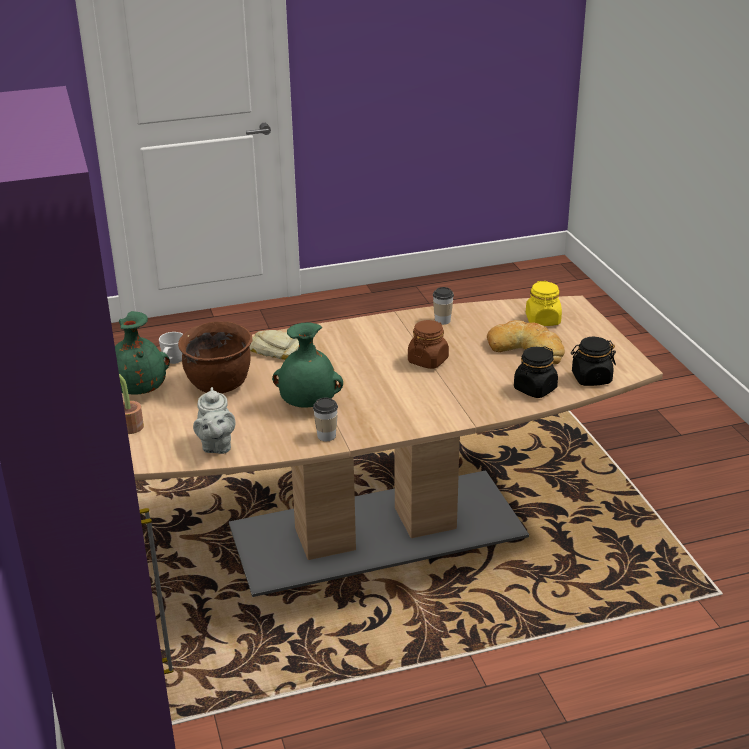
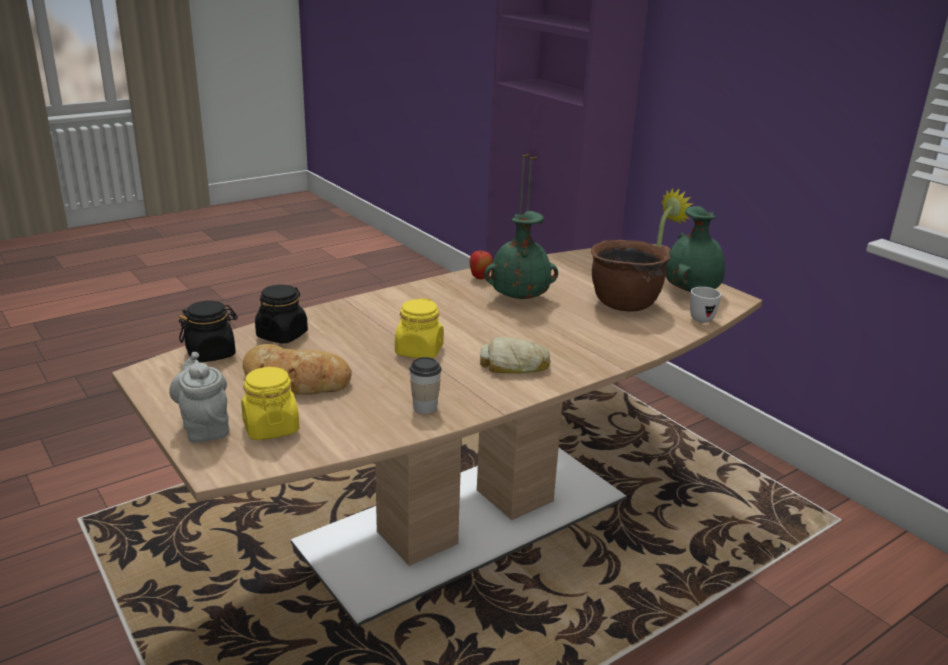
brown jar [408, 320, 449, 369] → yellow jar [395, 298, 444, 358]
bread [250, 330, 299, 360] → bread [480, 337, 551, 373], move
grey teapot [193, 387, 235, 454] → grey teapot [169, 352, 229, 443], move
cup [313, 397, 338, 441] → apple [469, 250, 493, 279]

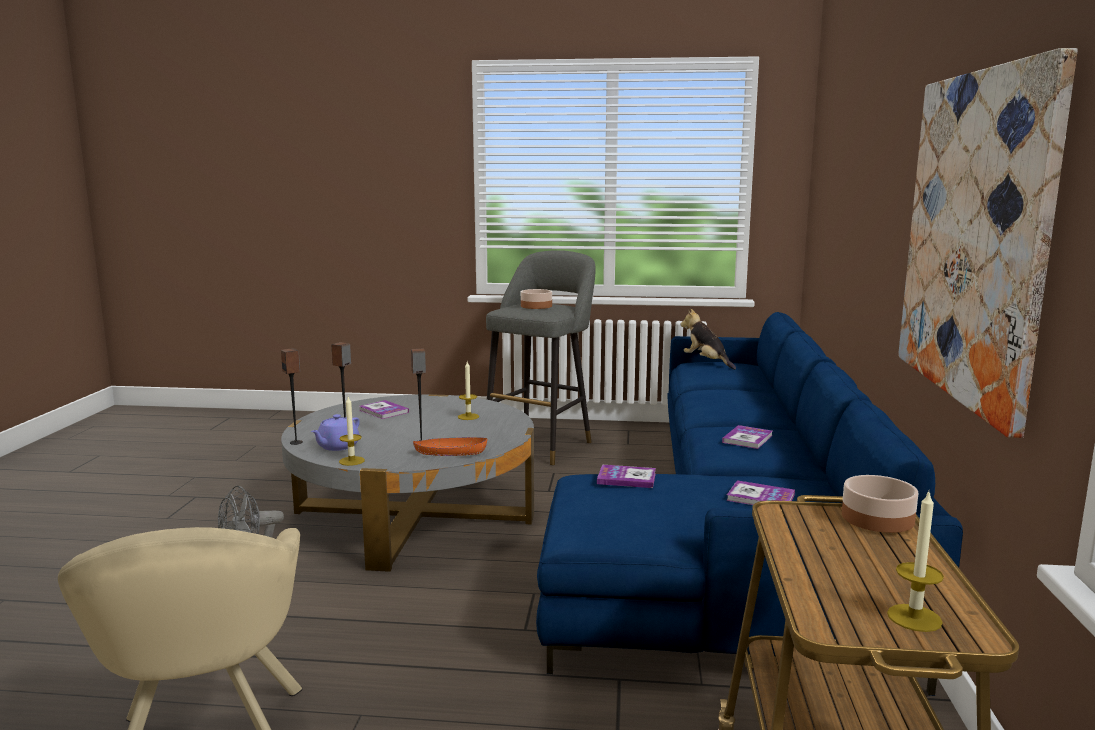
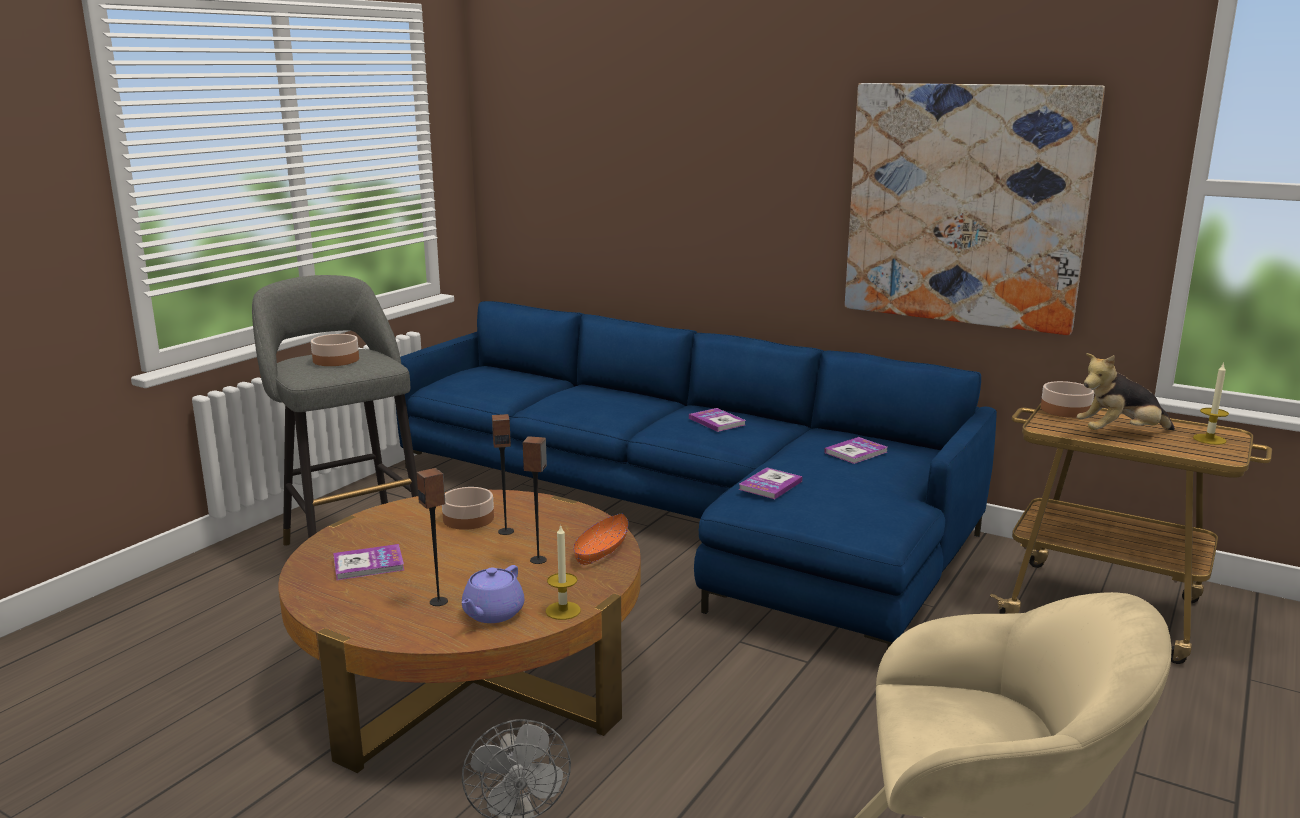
plush toy [681, 309, 736, 369] → plush toy [1077, 353, 1175, 431], move
speaker [281, 348, 303, 445] → speaker [492, 414, 514, 535], move
candle [458, 362, 479, 420] → bowl [442, 487, 494, 530]
grey coffee table [281, 394, 534, 572] → brown coffee table [278, 490, 641, 773]
purple teapot [311, 414, 360, 451] → purple teapot [462, 565, 524, 623], 60 degrees clockwise

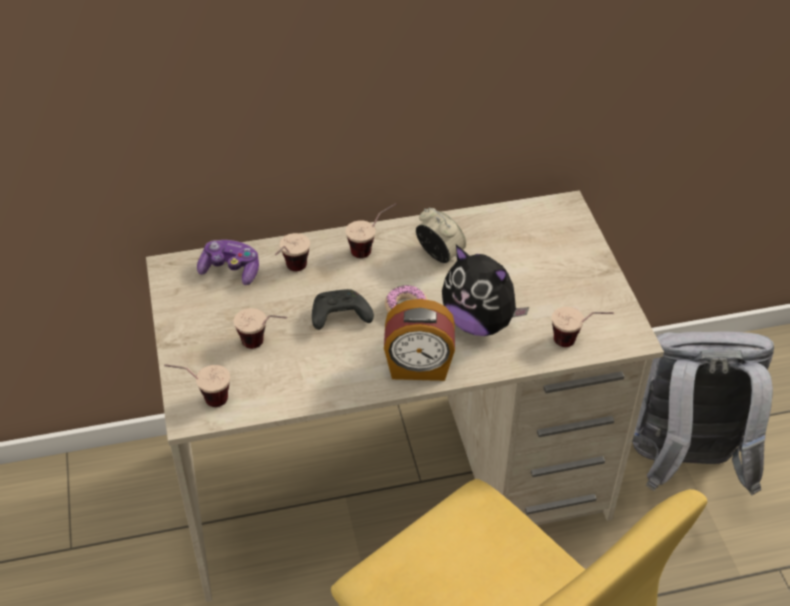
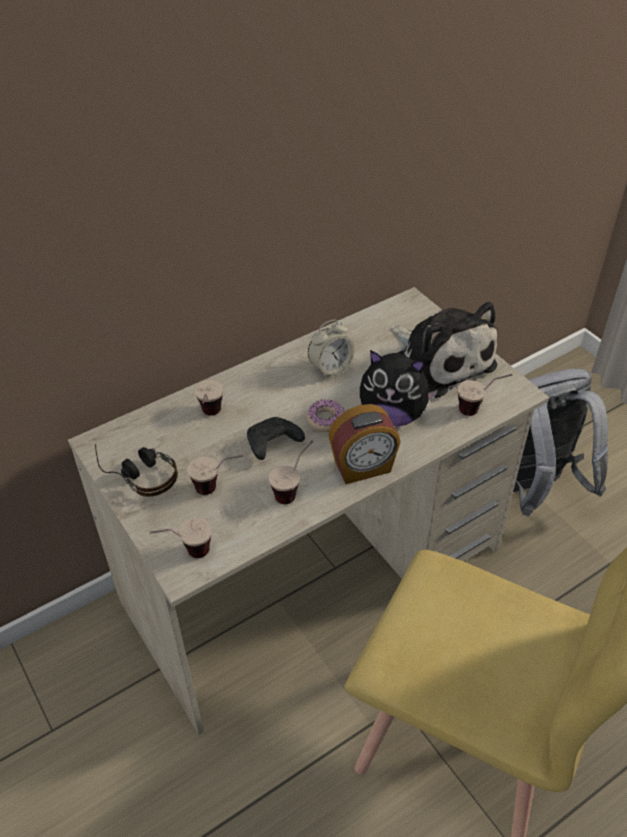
cup [345, 203, 397, 258] → cup [269, 440, 313, 504], move
alarm clock [416, 208, 466, 263] → alarm clock [308, 319, 355, 378], 120 degrees clockwise
game controller [197, 240, 259, 285] → -
- → plush toy [391, 302, 497, 398]
- → headphones [95, 444, 178, 497]

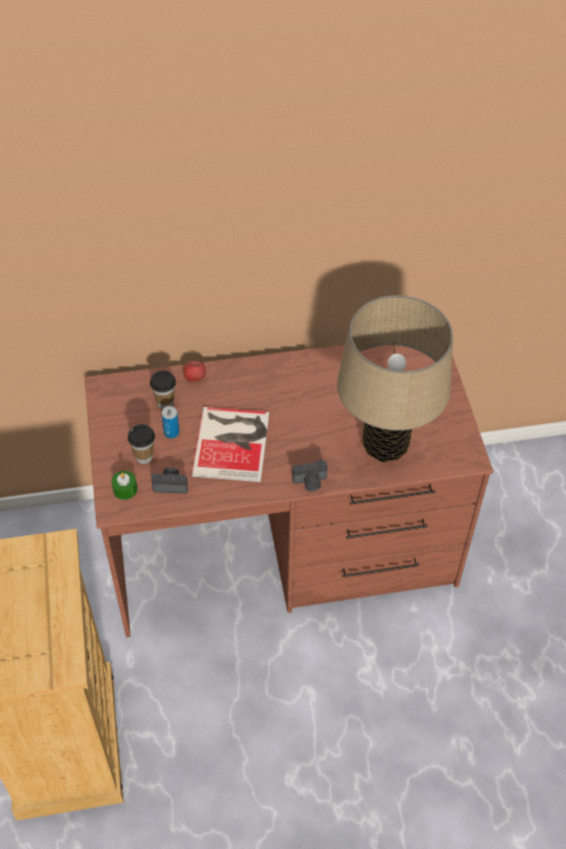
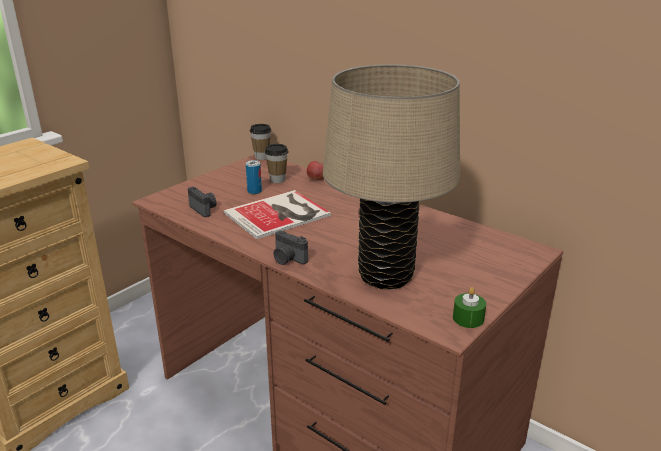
cup [128, 424, 155, 464] → cup [250, 124, 272, 160], move
green candle [111, 471, 137, 500] → green candle [453, 287, 486, 328], move

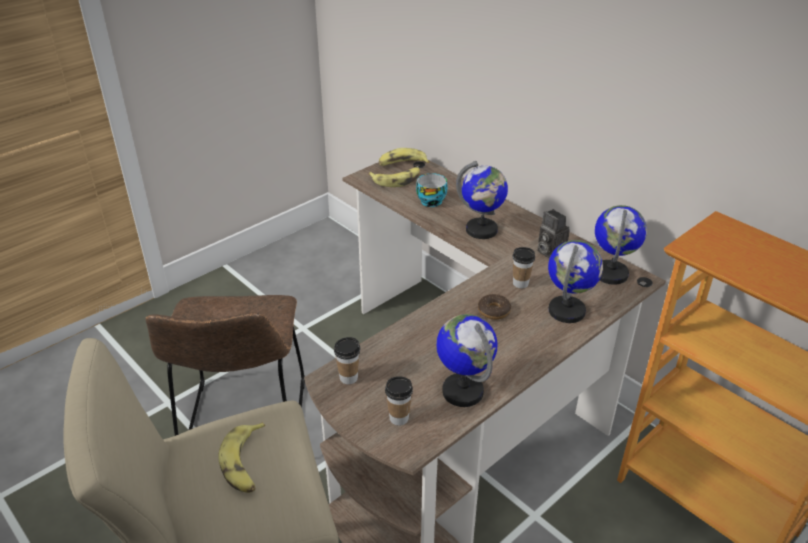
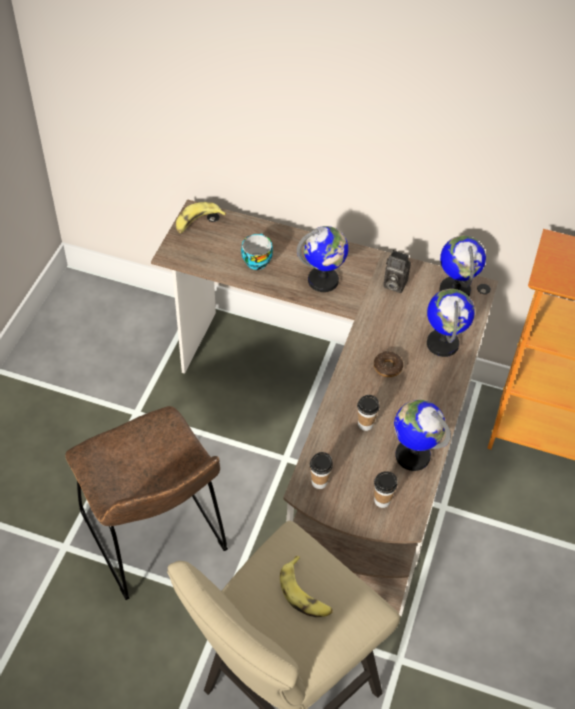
banana [368, 167, 420, 187] → -
cup [512, 247, 535, 288] → cup [357, 395, 379, 431], move

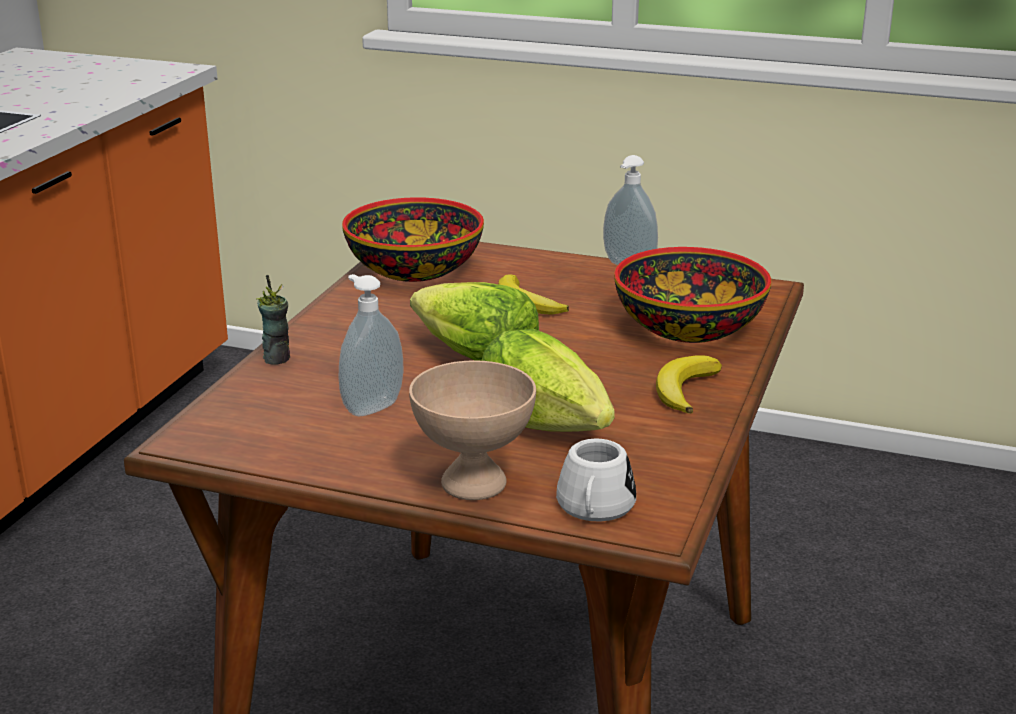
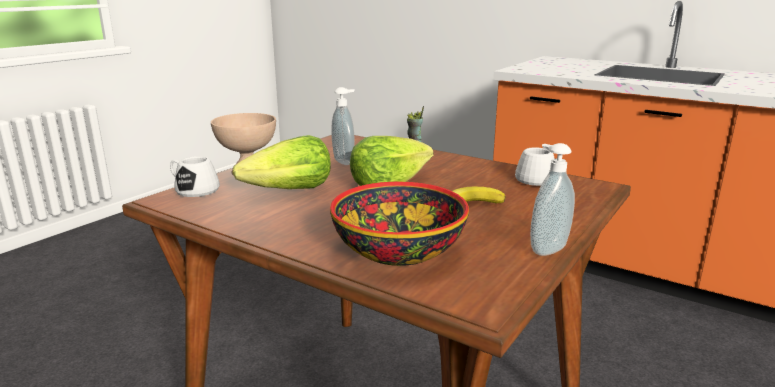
bowl [342, 197, 484, 282] → white mug [515, 147, 555, 186]
banana [656, 355, 722, 414] → -

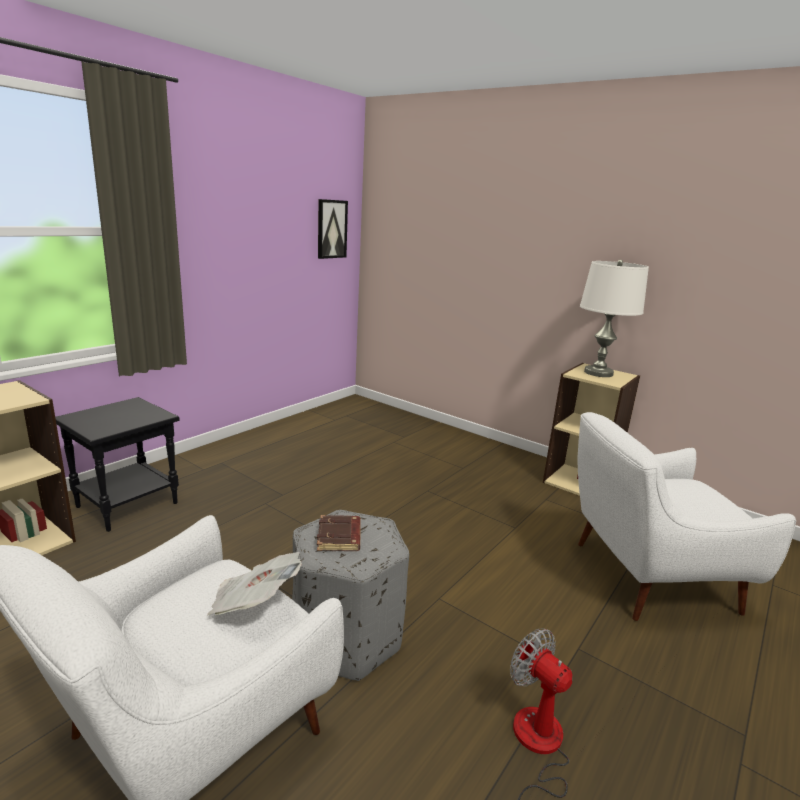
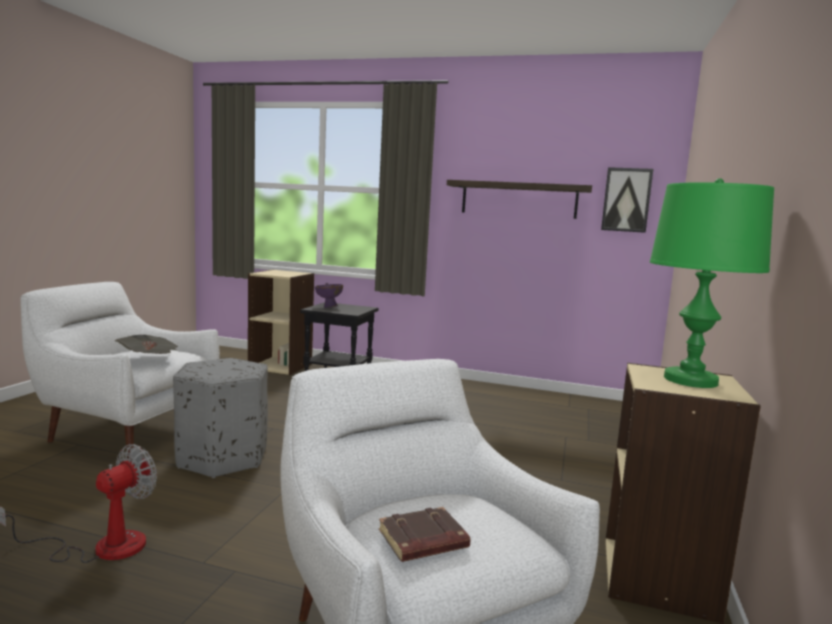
white table lamp [580, 260, 649, 377] → green table lamp [650, 178, 774, 388]
brown book [317, 515, 361, 551] → brown book [379, 507, 471, 562], move
- → shelf [447, 180, 592, 219]
- → purple bowl [315, 283, 343, 307]

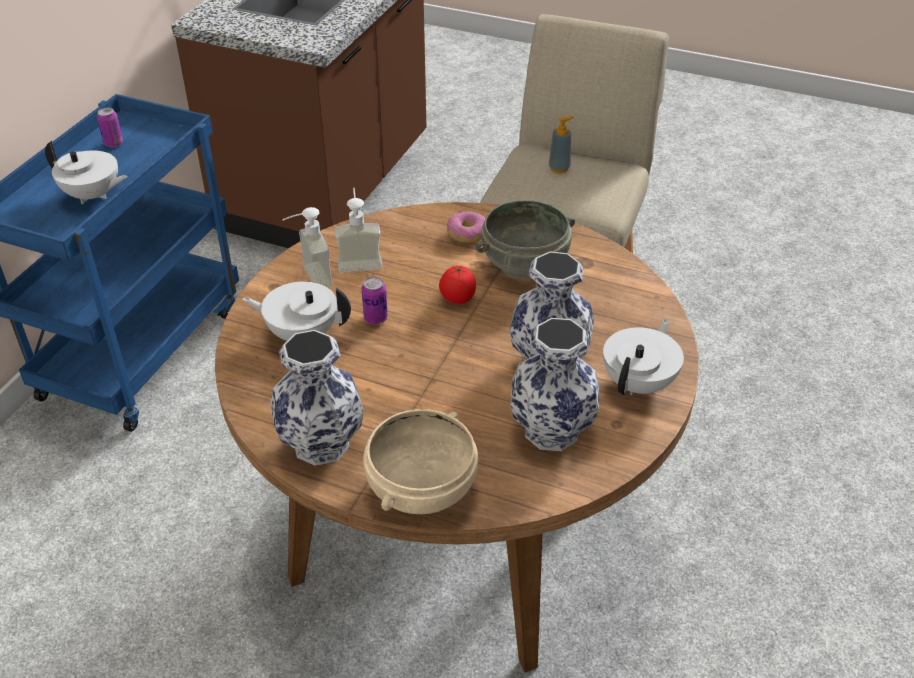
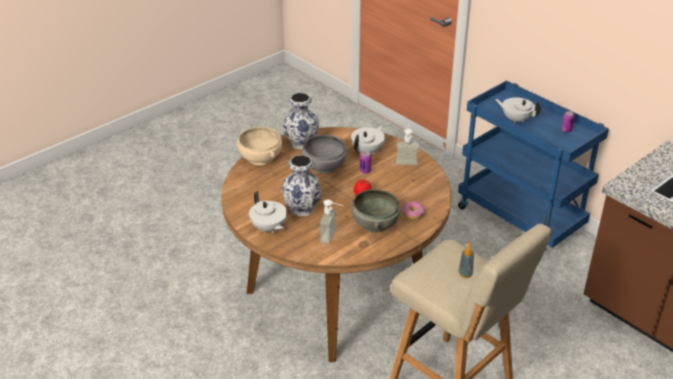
white teapot [45, 141, 128, 204] → white teapot [495, 97, 541, 123], 75 degrees clockwise
soap dispenser [335, 188, 382, 273] → soap dispenser [320, 199, 343, 244], move
vase [510, 318, 599, 451] → -
- → grey bowl [302, 135, 347, 174]

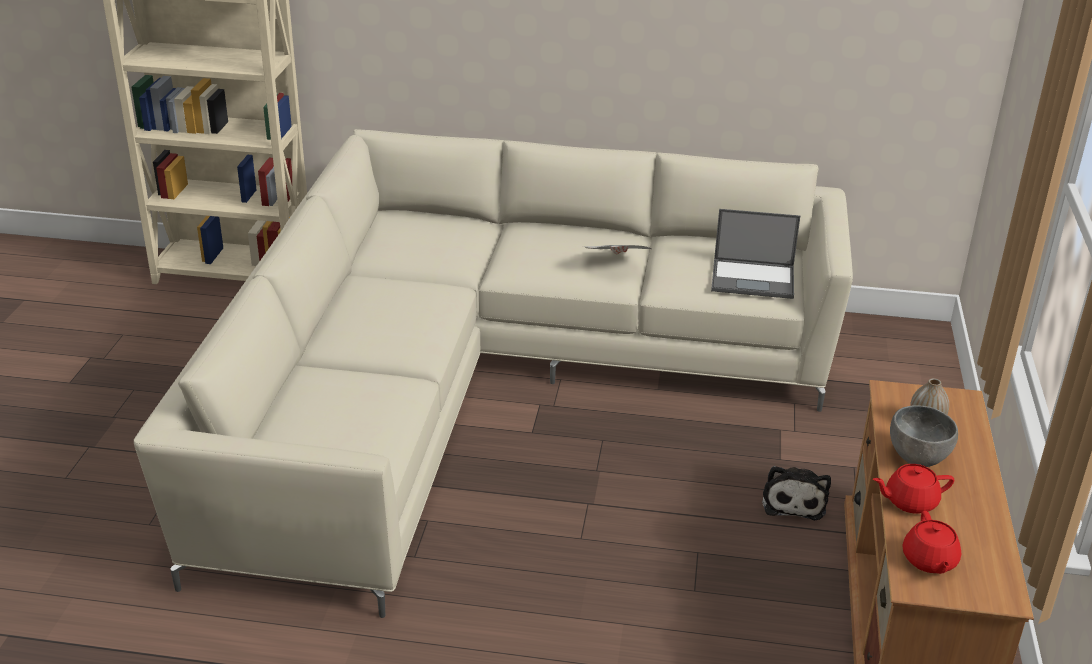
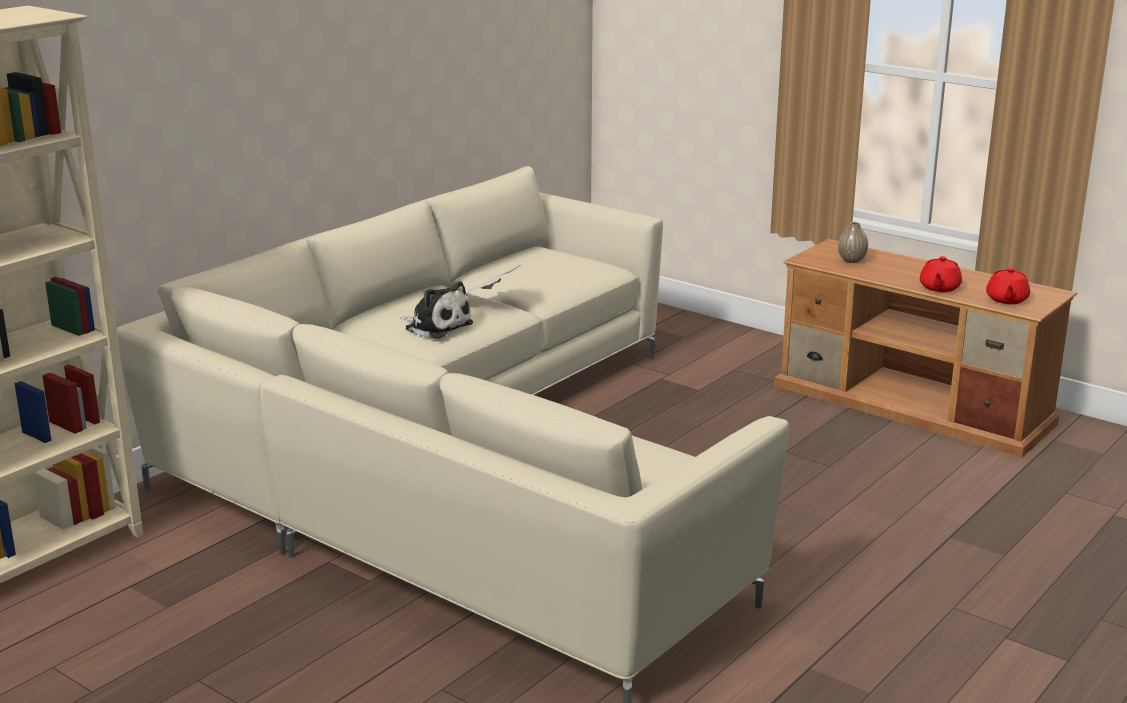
laptop [711, 209, 800, 299] → -
grey bowl [890, 405, 958, 467] → -
plush toy [762, 466, 831, 520] → plush toy [400, 281, 473, 339], move
red teapot [903, 511, 961, 574] → red teapot [986, 268, 1030, 304], 75 degrees clockwise

